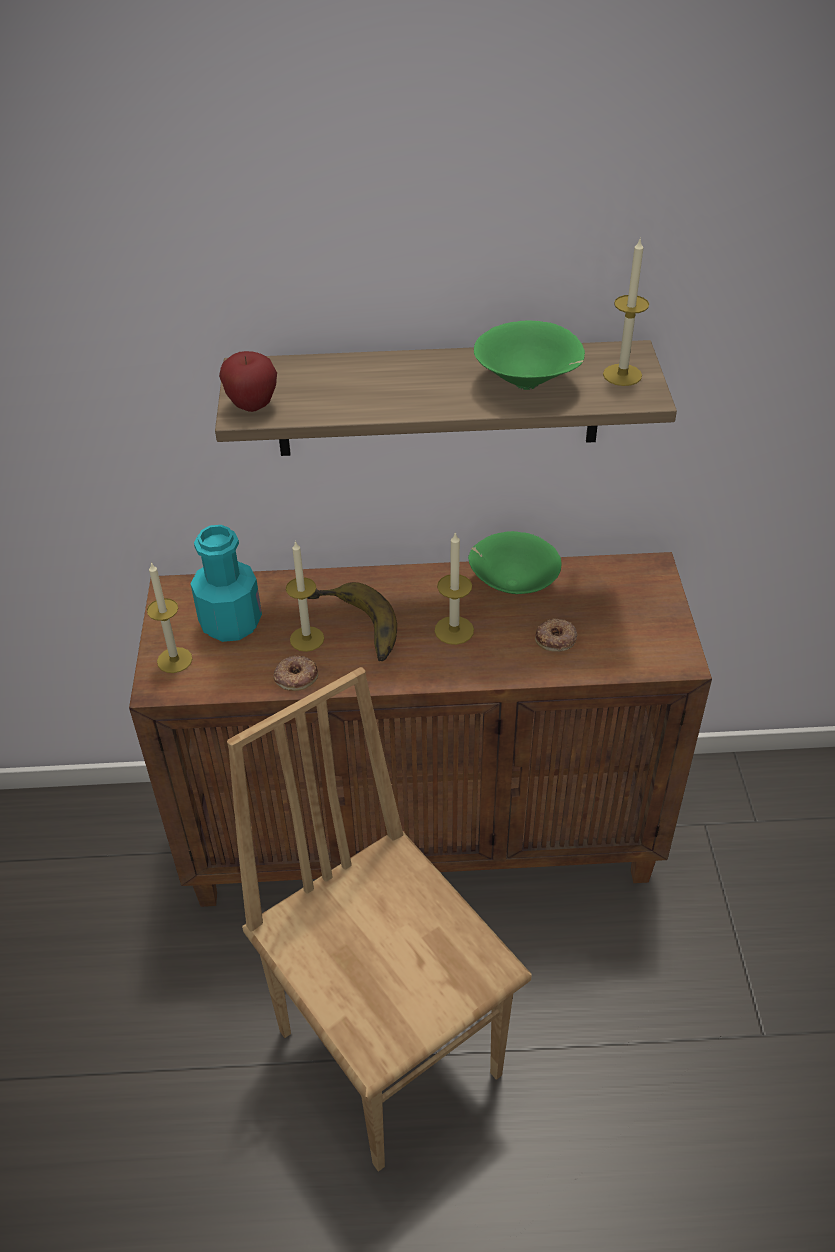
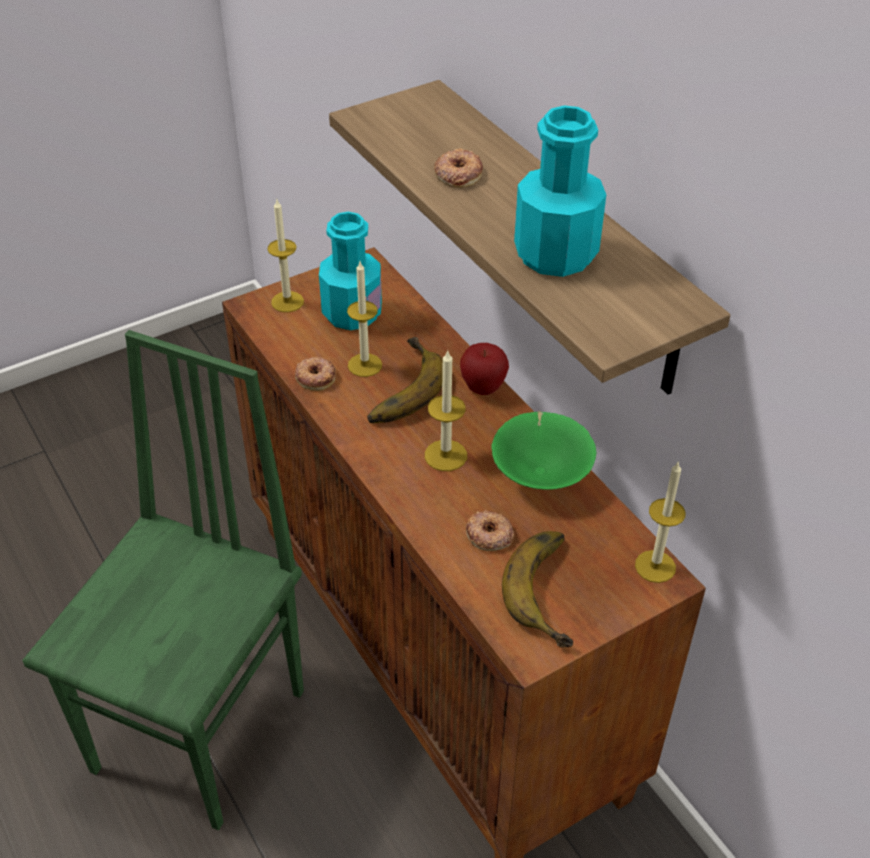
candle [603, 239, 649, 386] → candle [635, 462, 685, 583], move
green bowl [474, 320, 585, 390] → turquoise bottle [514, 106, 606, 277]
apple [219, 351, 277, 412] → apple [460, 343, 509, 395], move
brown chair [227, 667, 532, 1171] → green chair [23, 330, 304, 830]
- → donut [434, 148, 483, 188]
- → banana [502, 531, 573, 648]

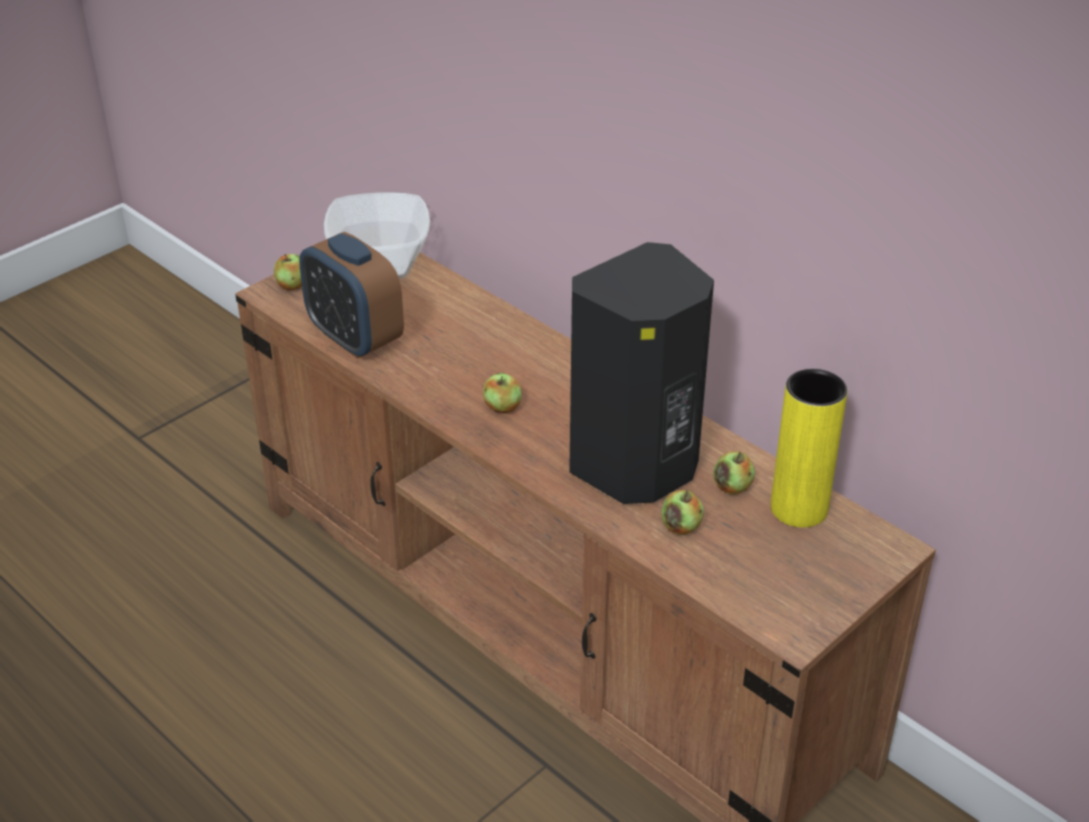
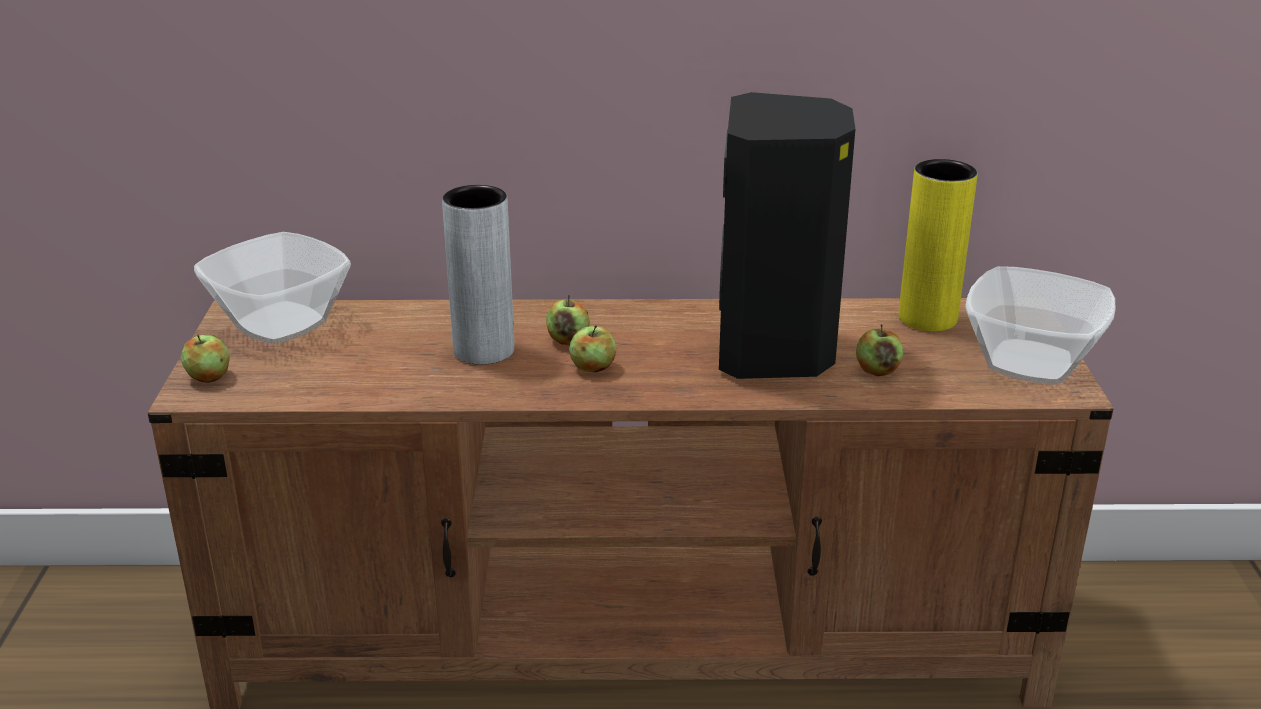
alarm clock [299, 232, 404, 359] → -
apple [713, 451, 755, 495] → apple [546, 295, 590, 345], move
- → grey vase [442, 185, 514, 365]
- → bowl [965, 266, 1115, 385]

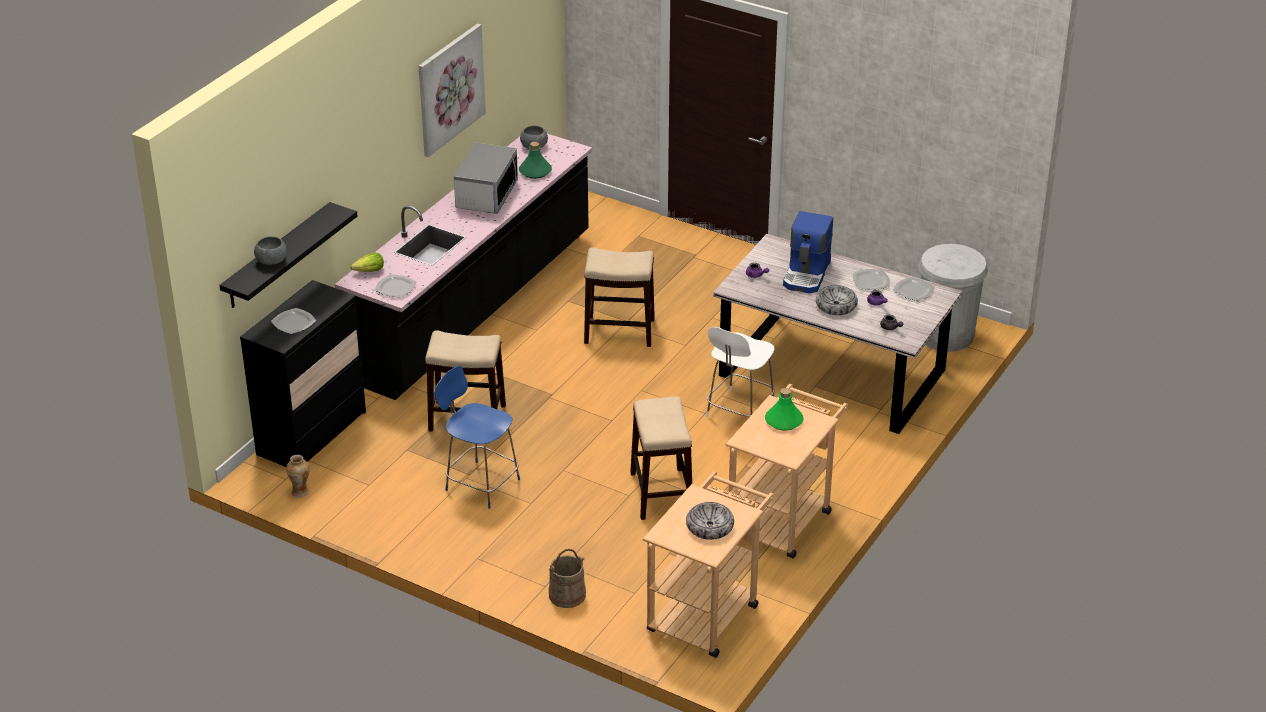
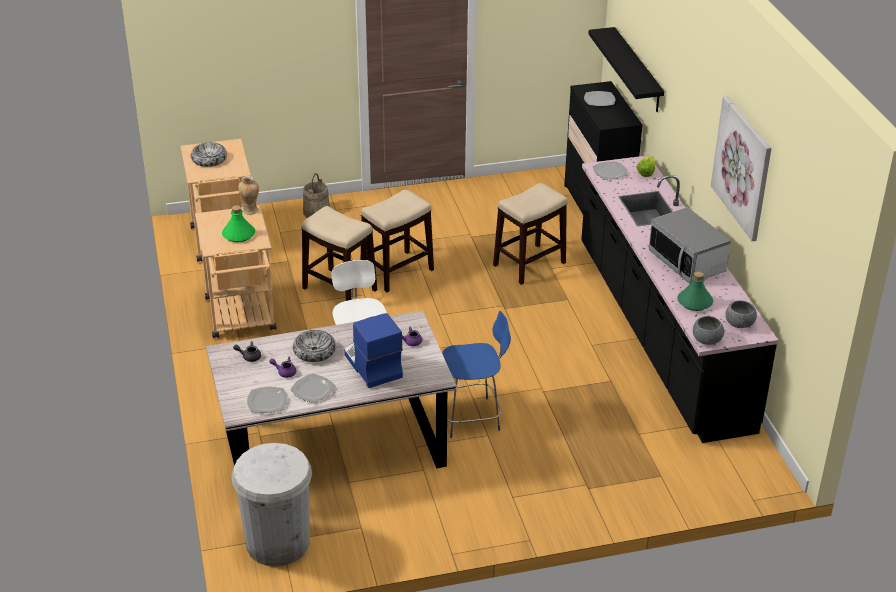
grey bowl [254, 236, 287, 265] → grey bowl [693, 316, 724, 345], move
stool [584, 247, 655, 347] → stool [361, 190, 434, 292], move
blue chair [434, 366, 520, 509] → blue chair [442, 311, 511, 438], move
vase [286, 455, 310, 497] → vase [238, 176, 259, 215], move

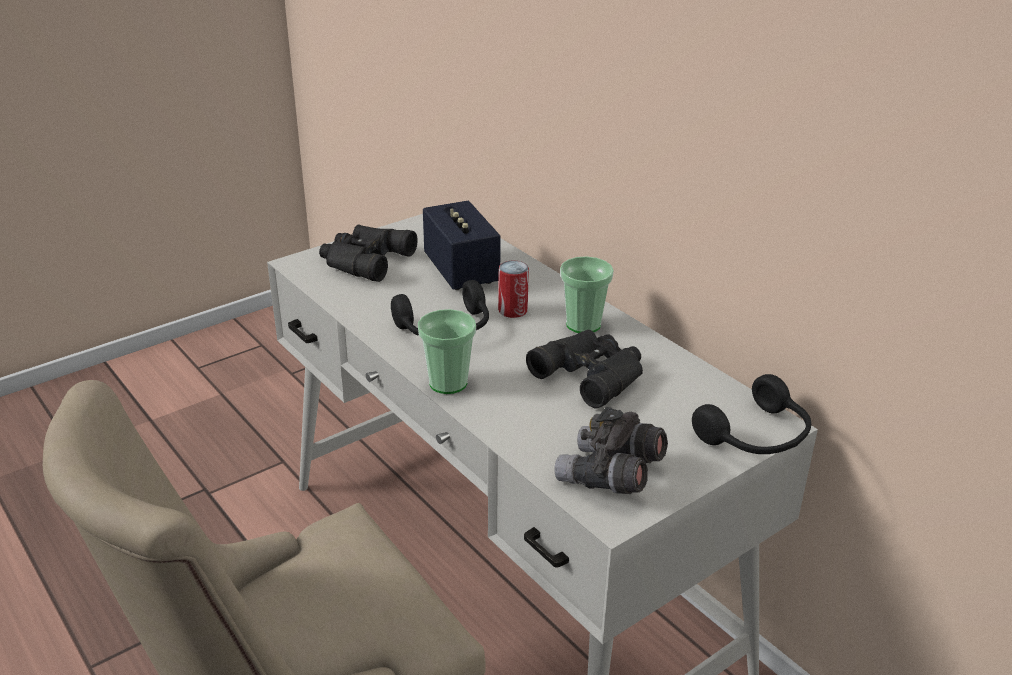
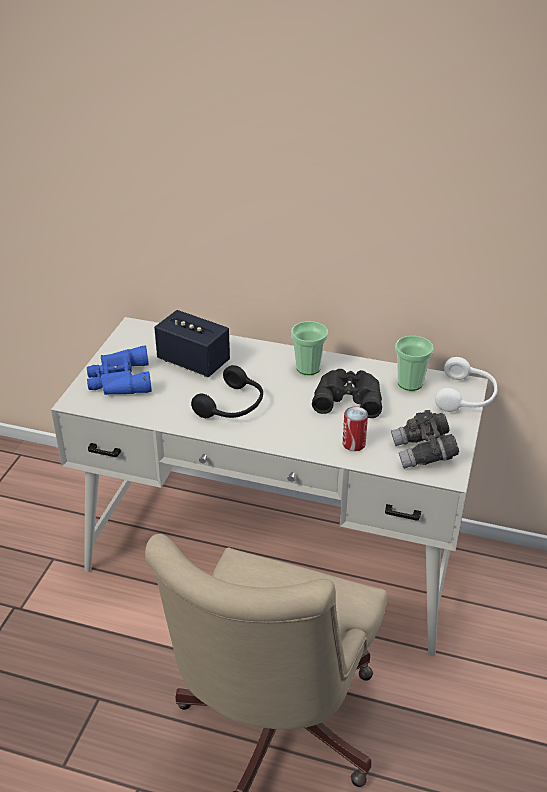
black binoculars [319, 225, 417, 282] → blue binoculars [87, 346, 152, 395]
can [498, 260, 529, 318] → can [342, 407, 368, 451], move
cup [418, 309, 476, 394] → cup [395, 336, 434, 391], move
black headphones [692, 374, 811, 454] → white headphones [435, 357, 498, 412]

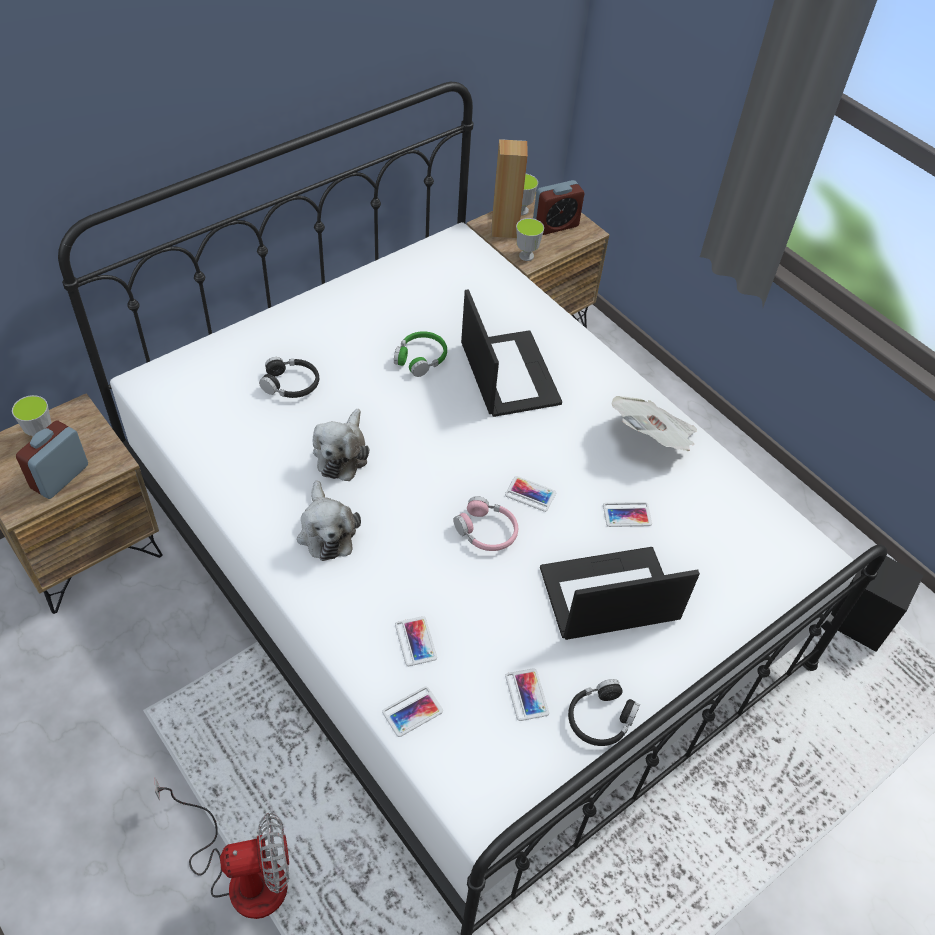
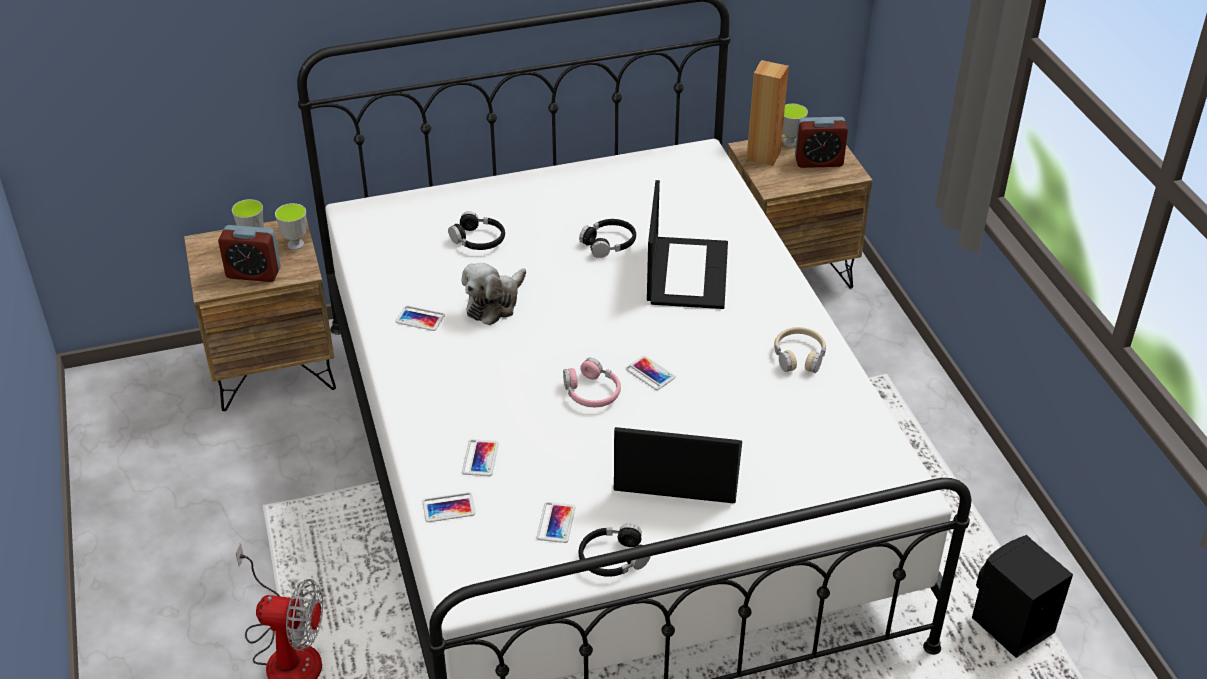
cup [516, 218, 544, 261] → cup [275, 203, 307, 250], move
green headphones [394, 331, 447, 377] → black headphones [579, 219, 636, 258]
newspaper [612, 396, 697, 452] → beige headphones [774, 327, 826, 373]
alarm clock [16, 420, 88, 499] → alarm clock [218, 225, 281, 282], 135 degrees counterclockwise
plush toy [297, 481, 361, 561] → -
phone [603, 502, 652, 527] → phone [395, 305, 445, 331], move

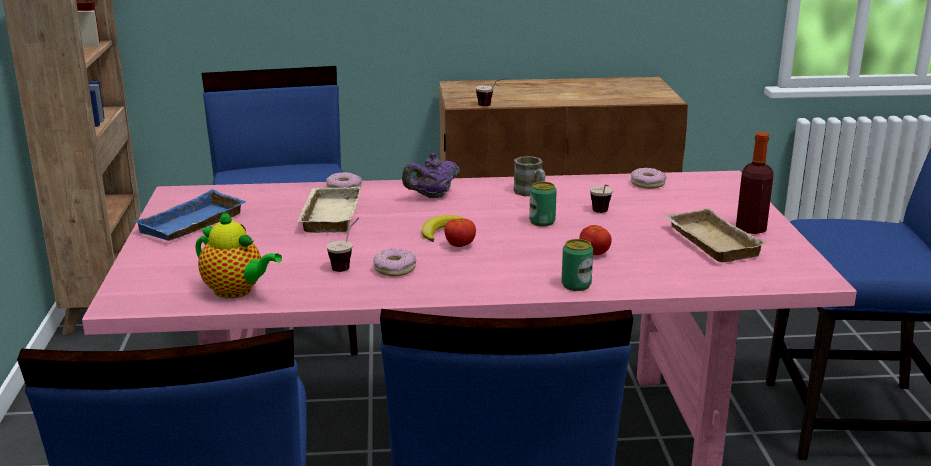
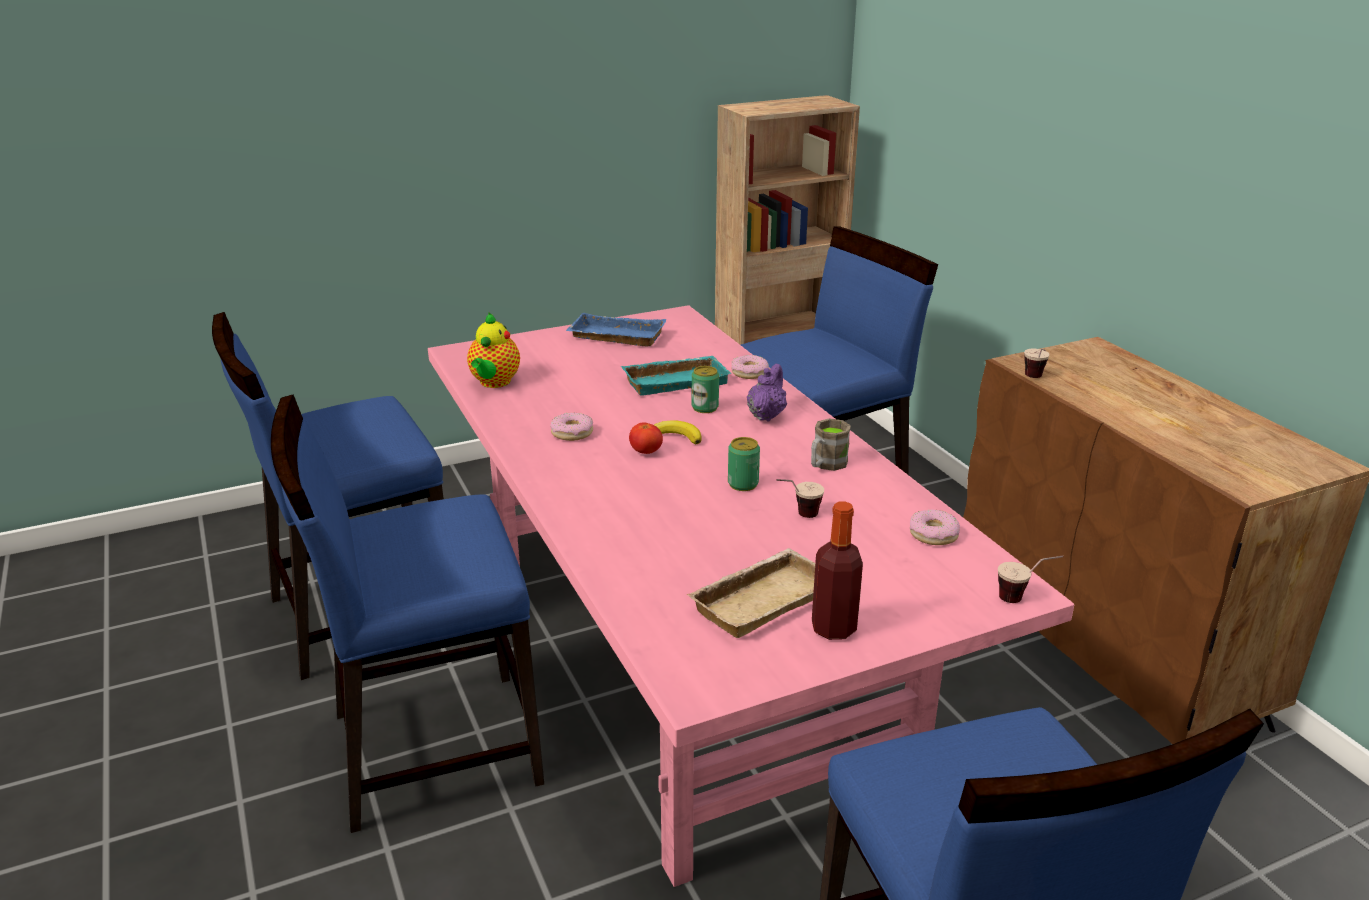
purple teapot [402, 153, 460, 198] → purple teapot [747, 364, 787, 421], 75 degrees clockwise
beige tray [297, 187, 361, 233] → turquoise tray [621, 356, 732, 395]
cup [326, 218, 359, 272] → cup [998, 556, 1063, 603], move
tomato [579, 225, 612, 255] → -
can [562, 239, 593, 291] → can [692, 366, 719, 413], move

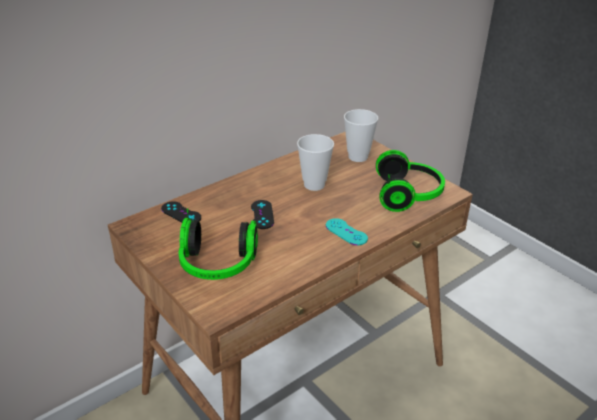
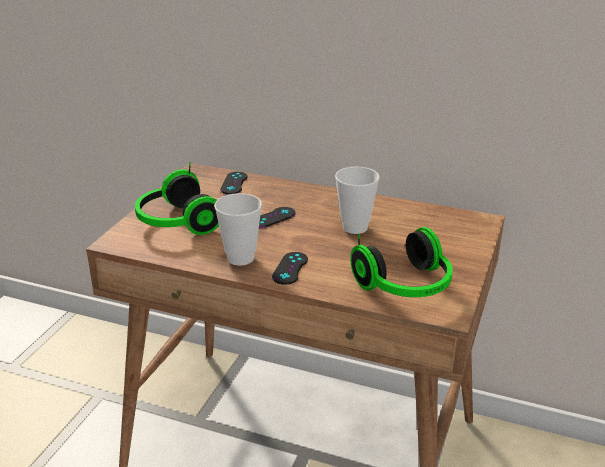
cup [344, 109, 378, 162] → cup [214, 193, 262, 266], move
turquoise game controller [326, 218, 368, 246] → black game controller [272, 252, 308, 285]

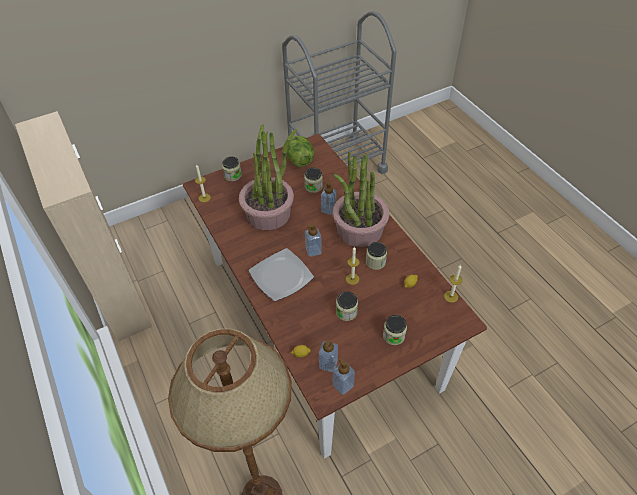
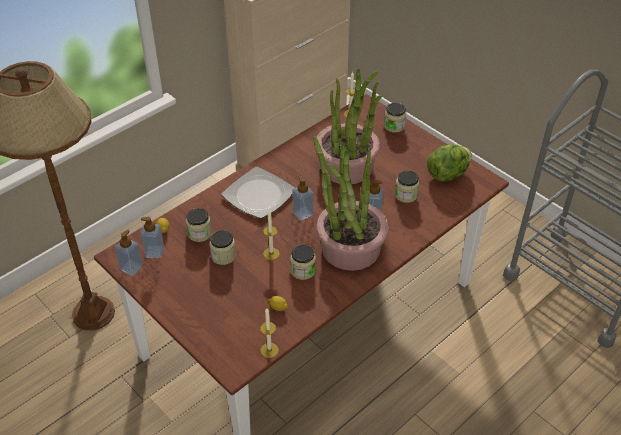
jar [383, 315, 407, 345] → jar [186, 208, 212, 242], move

